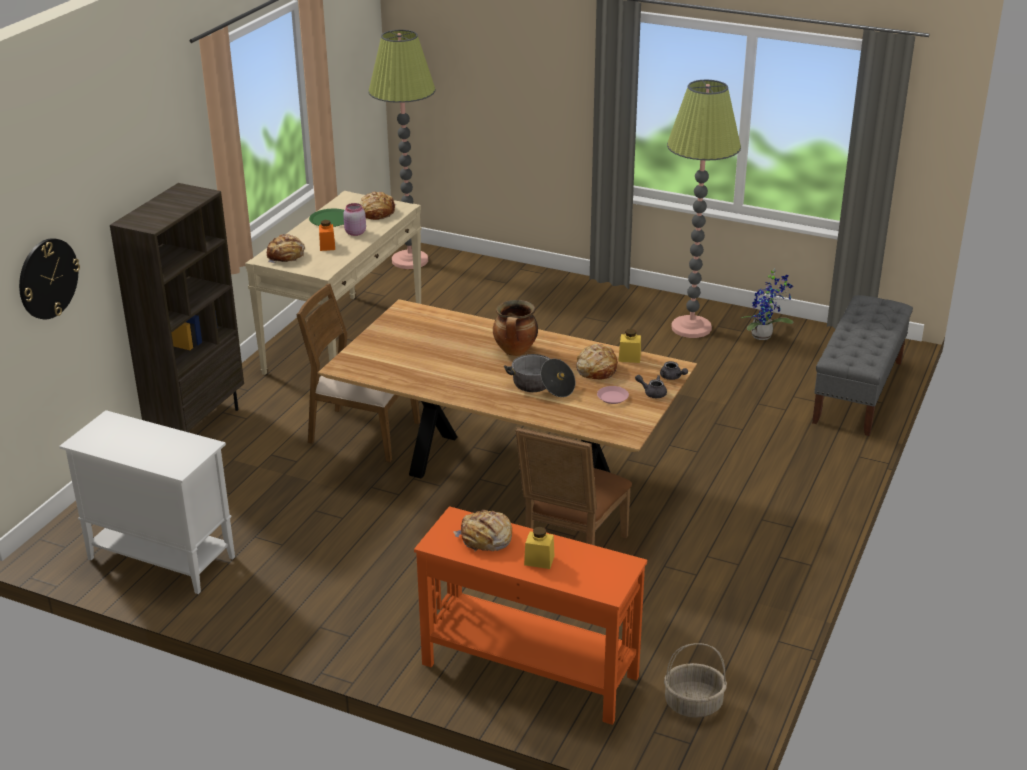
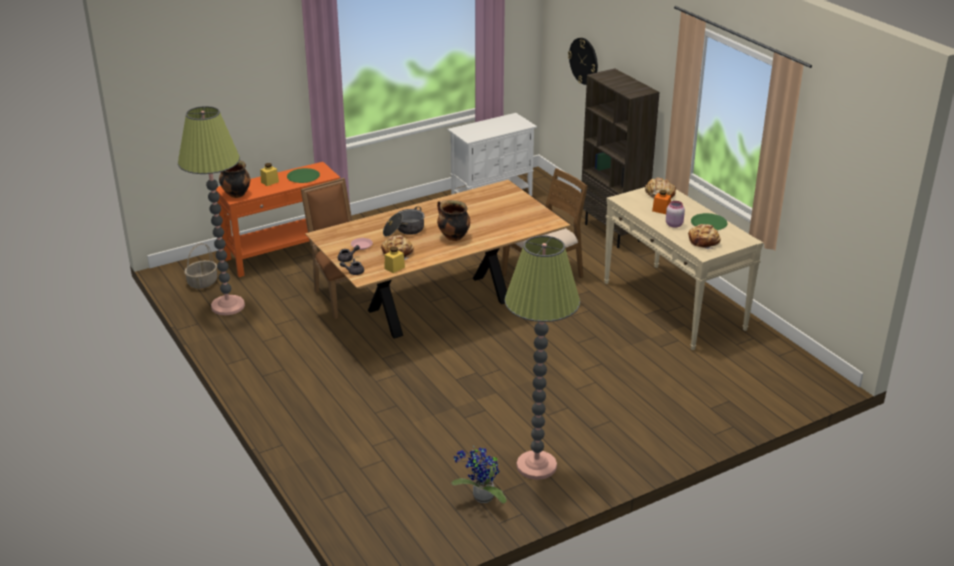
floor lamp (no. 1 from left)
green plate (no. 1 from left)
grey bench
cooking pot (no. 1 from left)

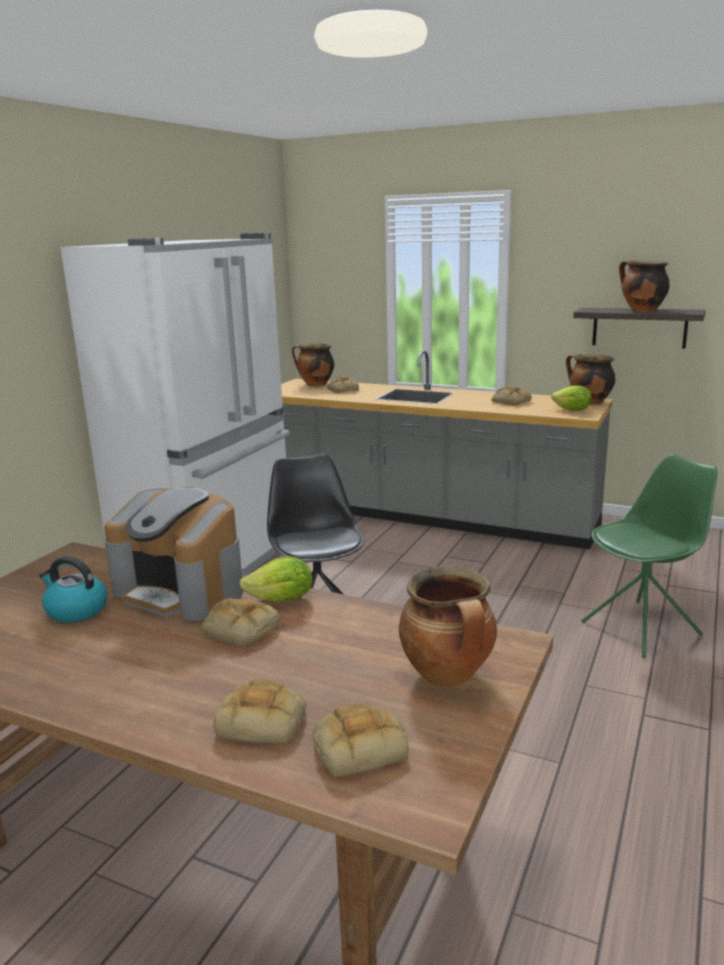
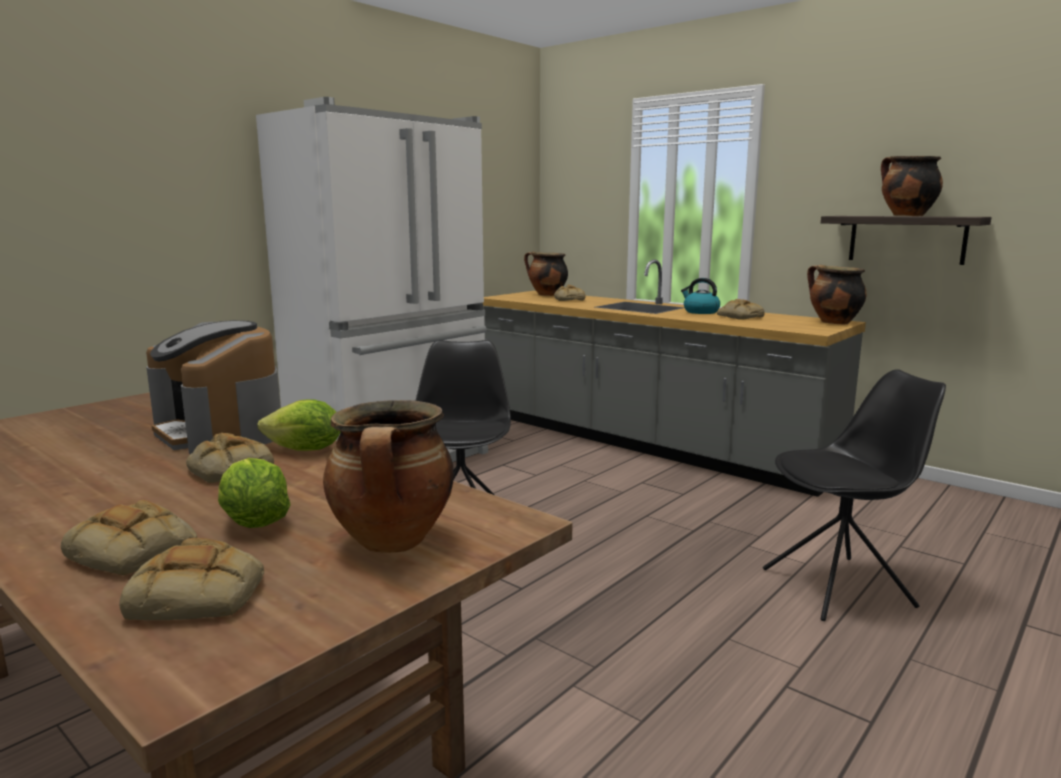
kettle
lettuce (no. 1 from left)
black chair (no. 2 from left)

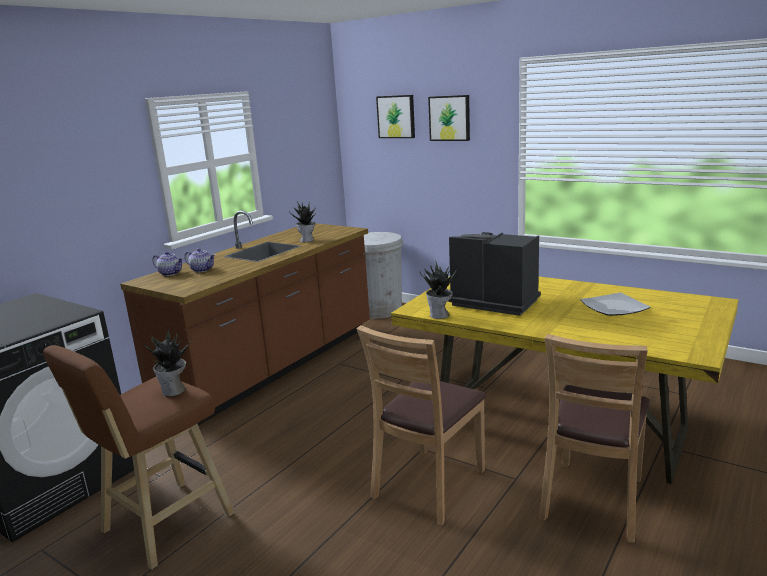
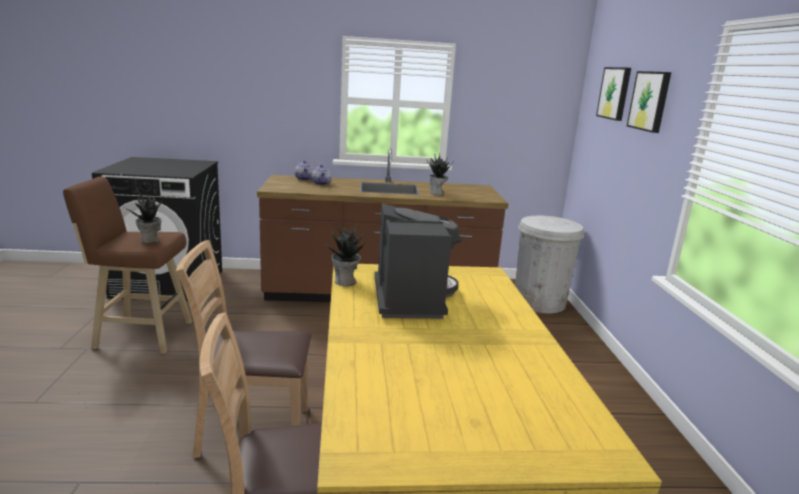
plate

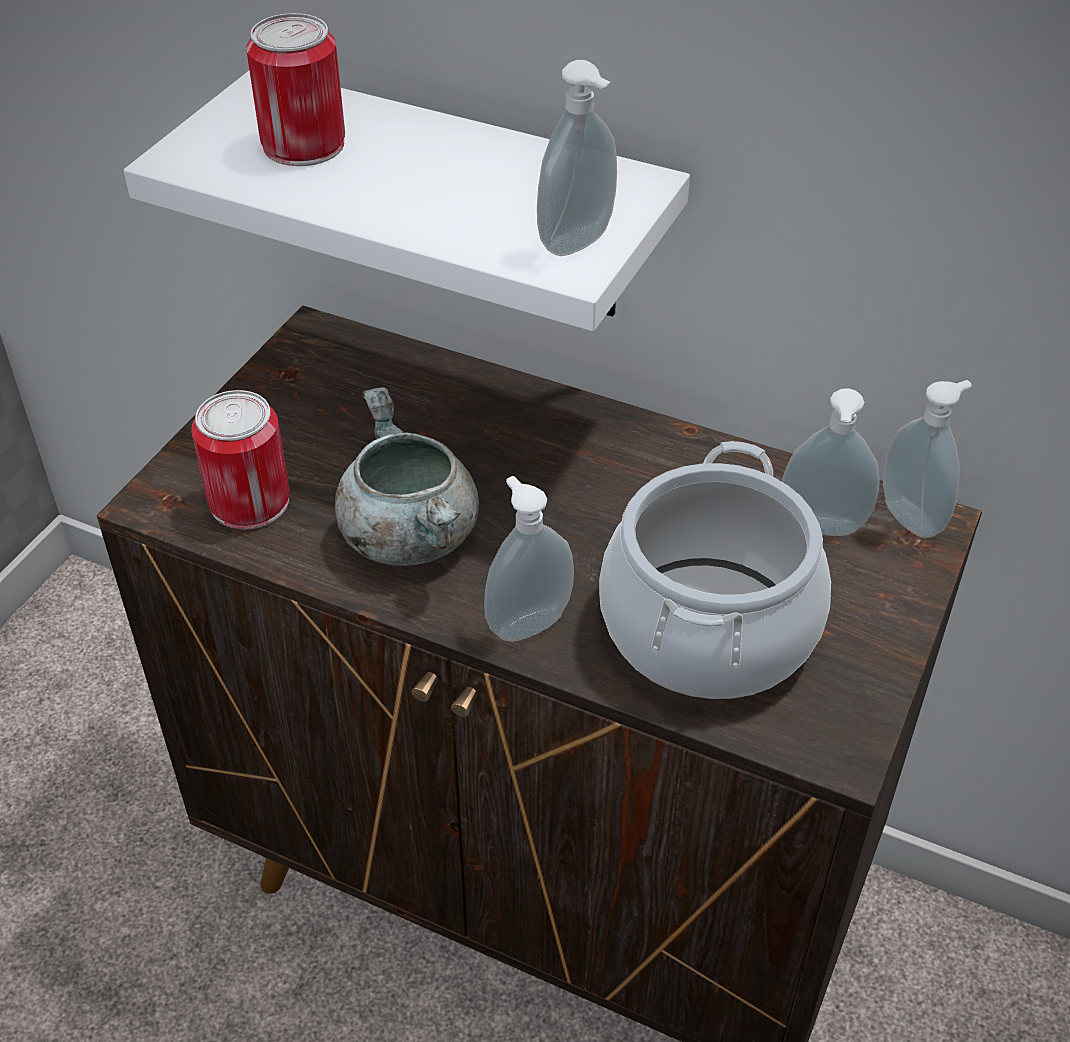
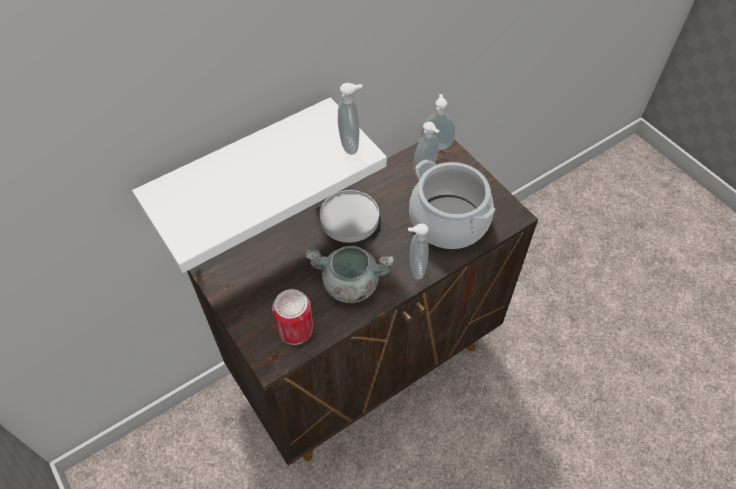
can (no. 2 from left in the first image)
white plate

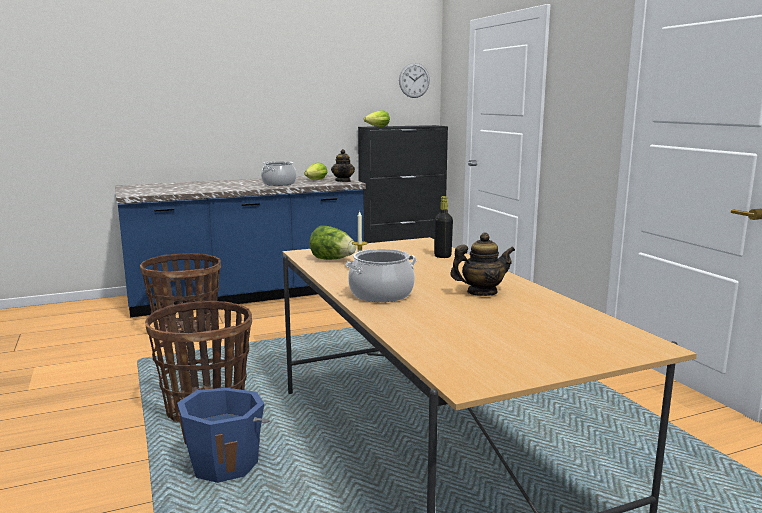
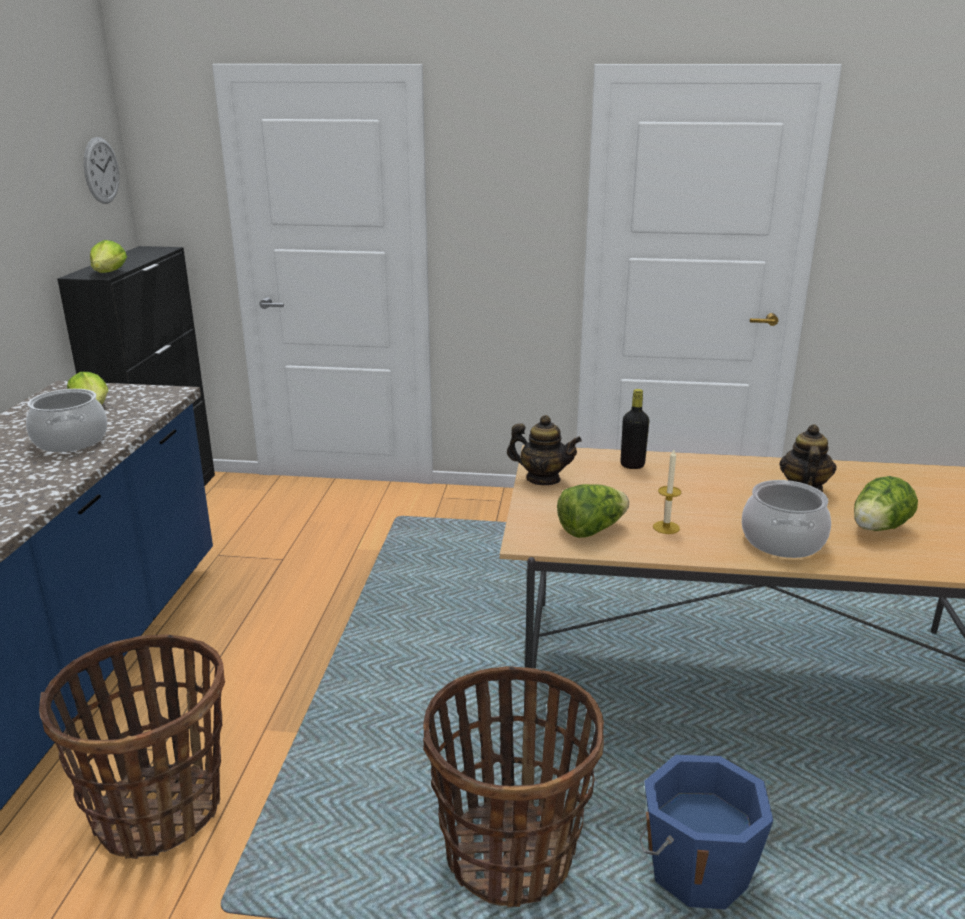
teapot (no. 1 from left)
lettuce (no. 4 from left)

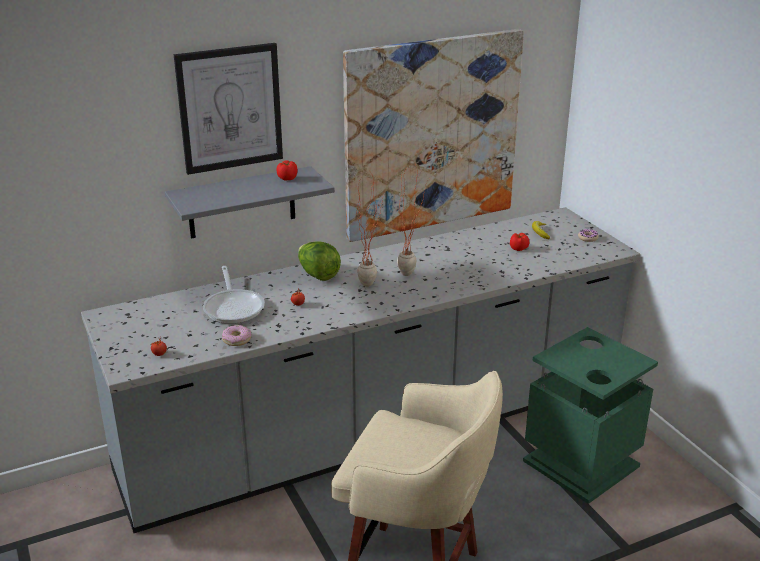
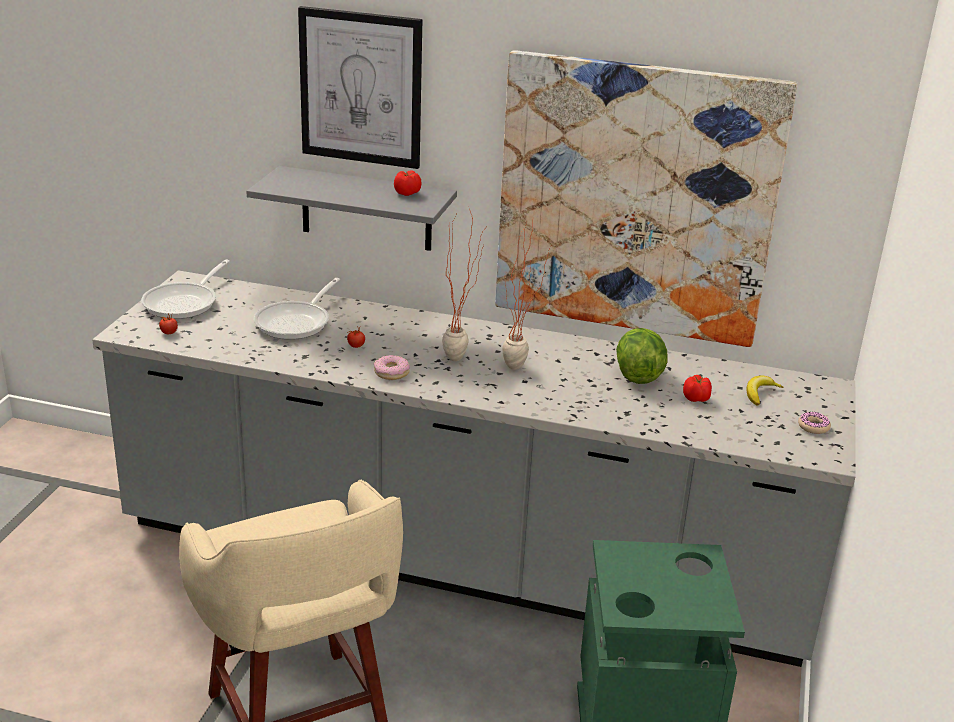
donut (no. 1 from left)
lettuce
frying pan (no. 1 from left)

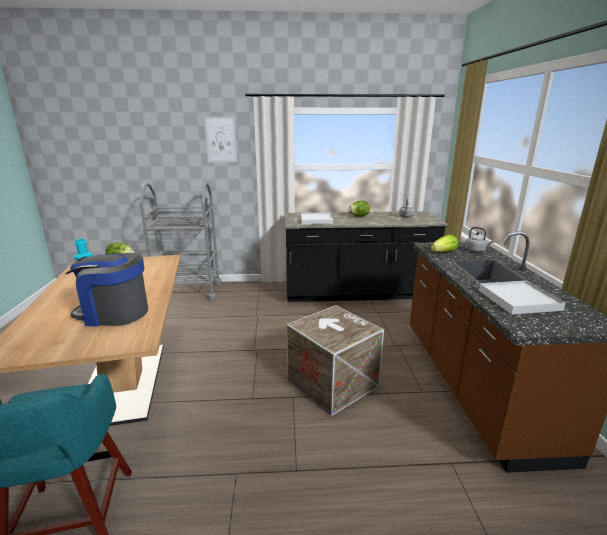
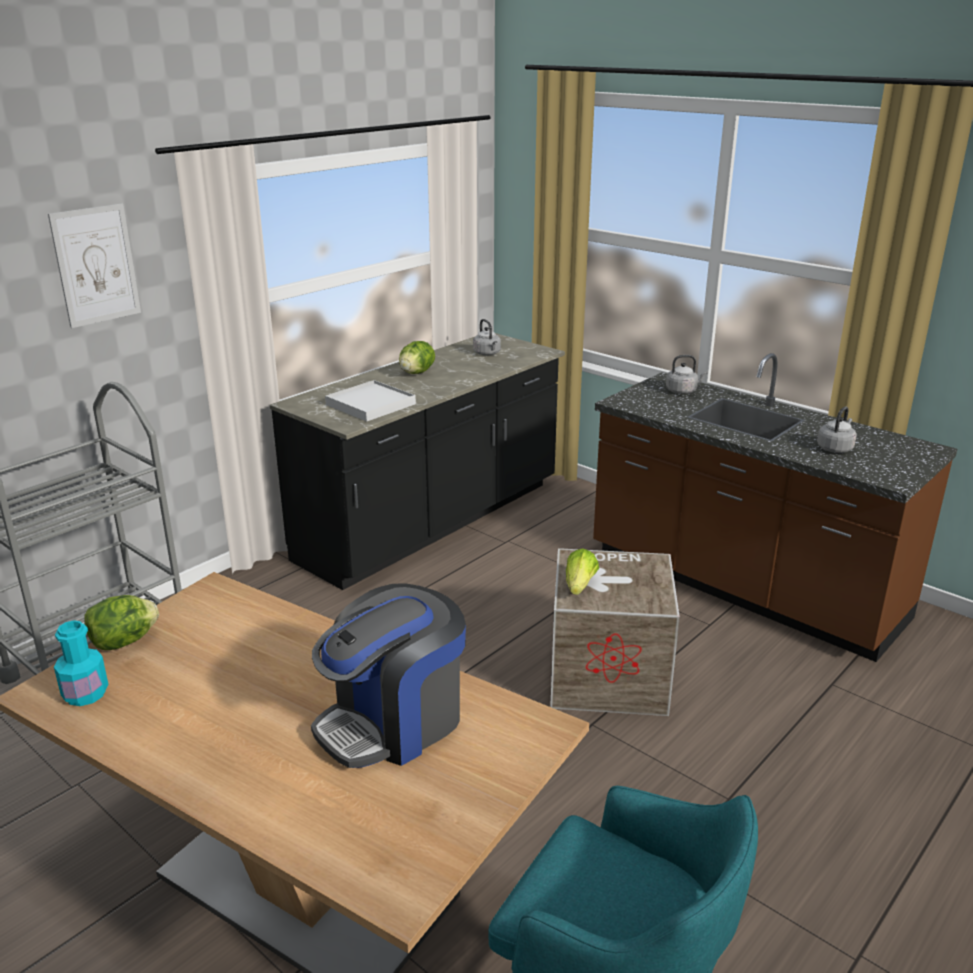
lettuce (no. 3 from left)
grey kettle (no. 3 from left)

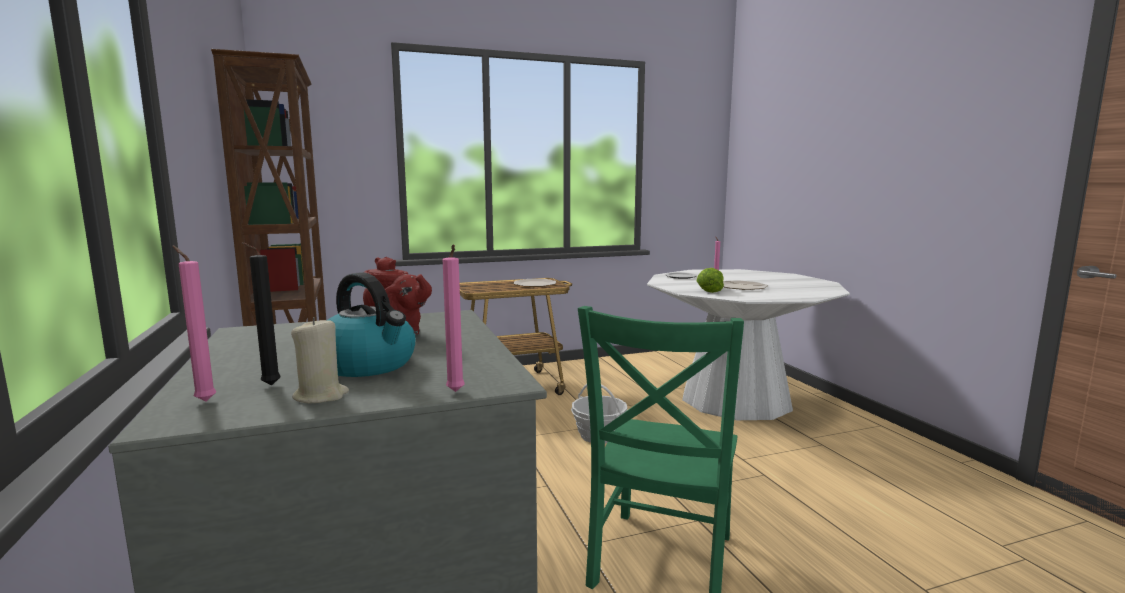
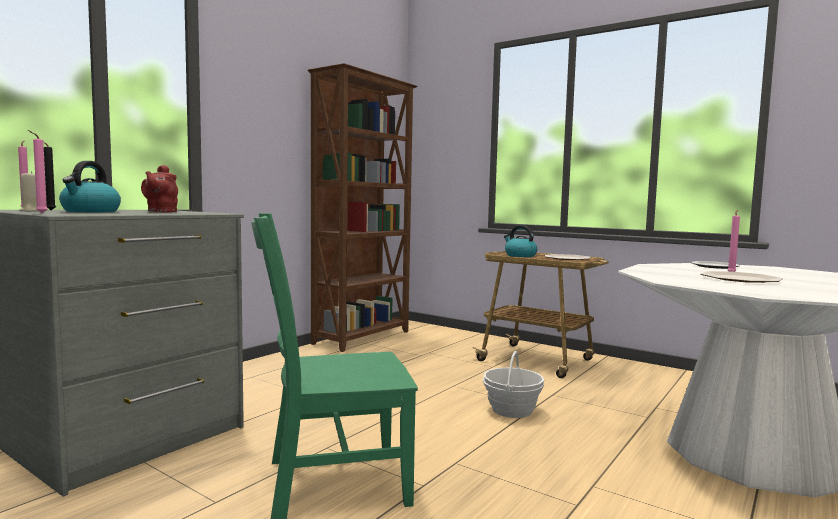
lettuce
kettle (no. 2 from left)

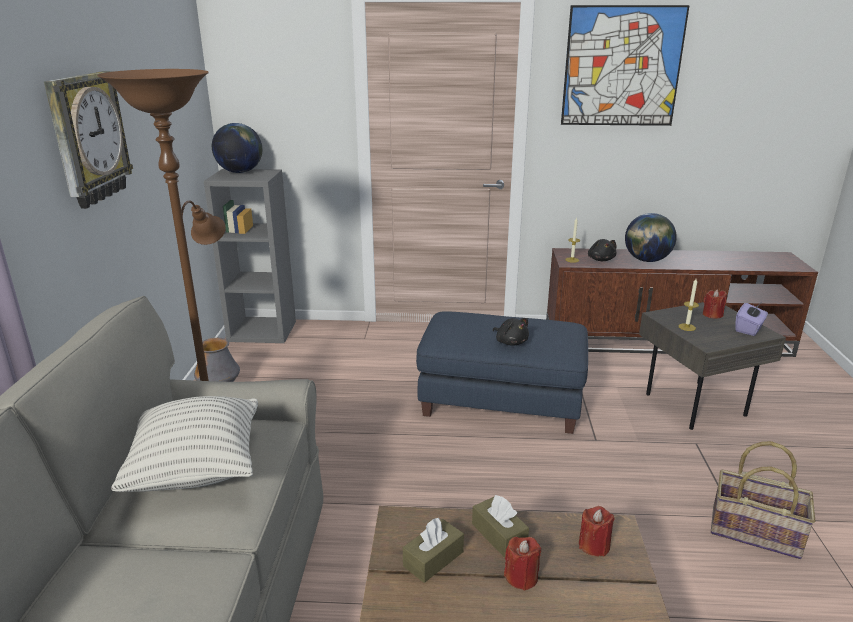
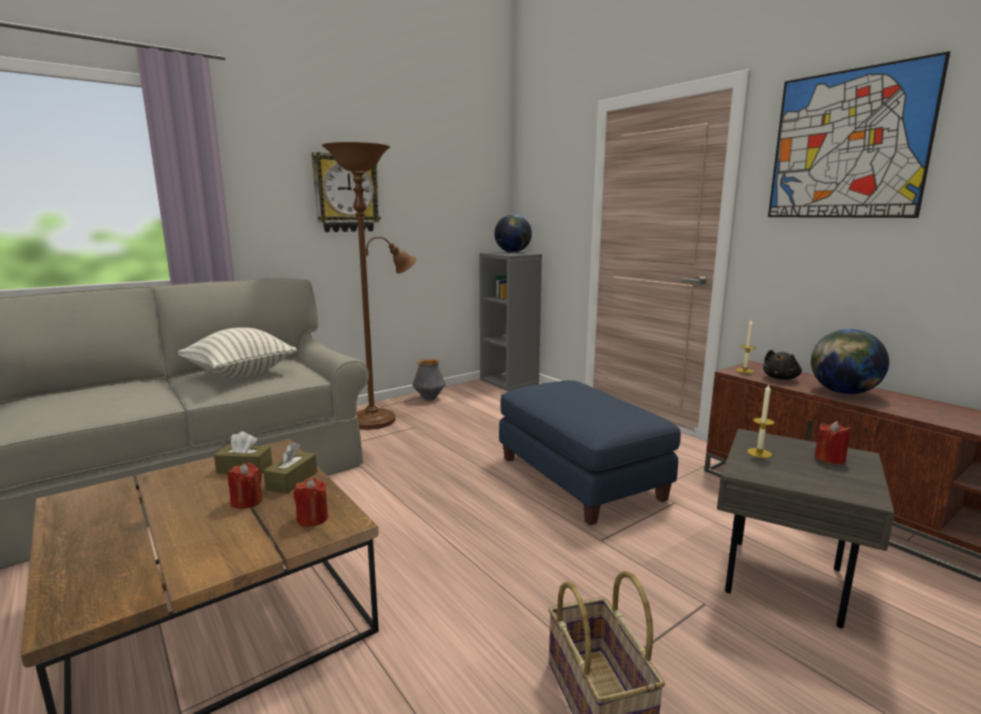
black plush toy (no. 1 from left in the first image)
purple tissue box

